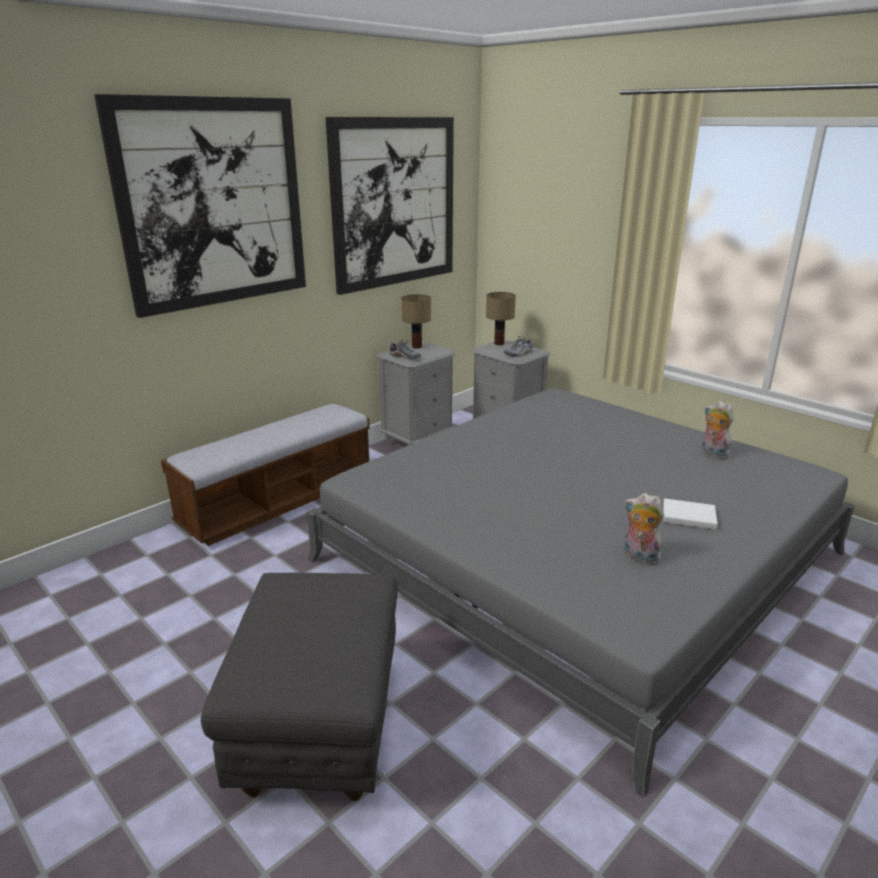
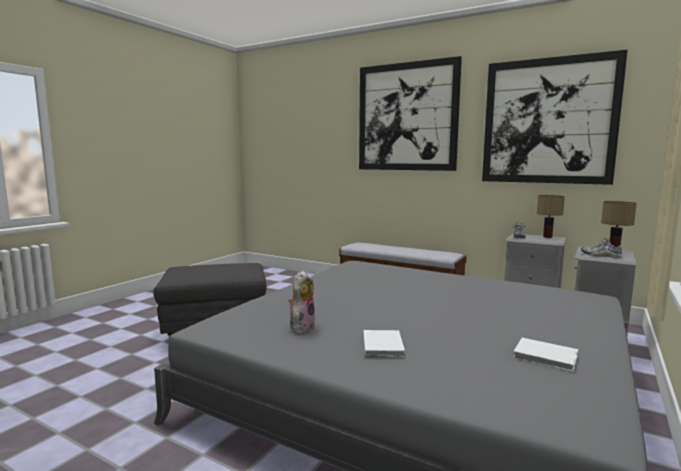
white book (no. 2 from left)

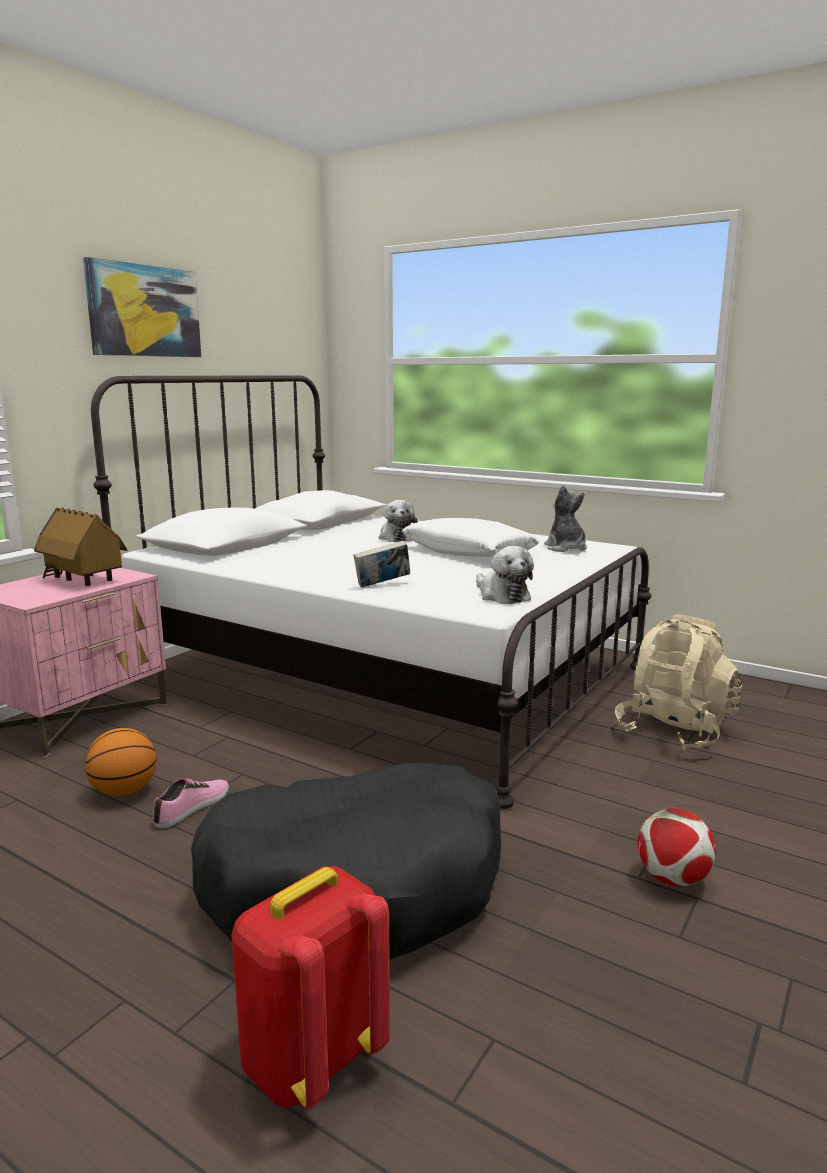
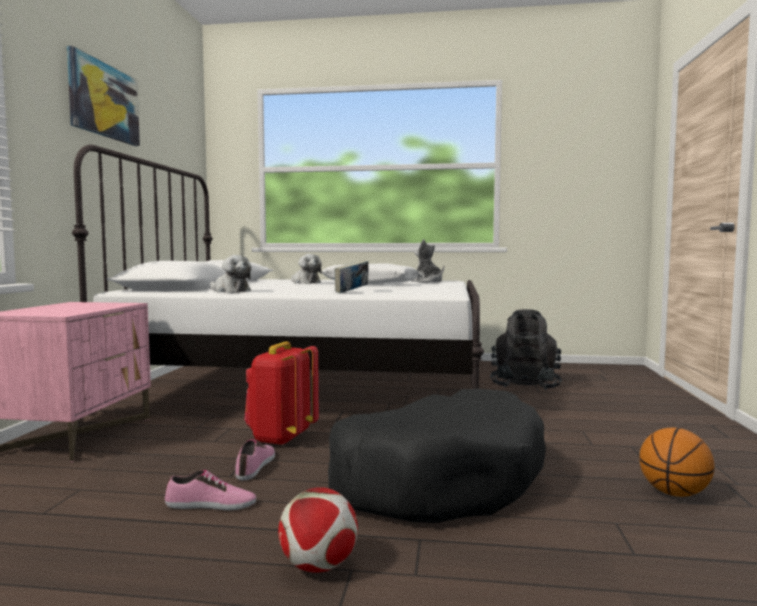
toy house
basketball
red backpack
plush toy (no. 1 from left)
black backpack
football
shoe (no. 1 from left)

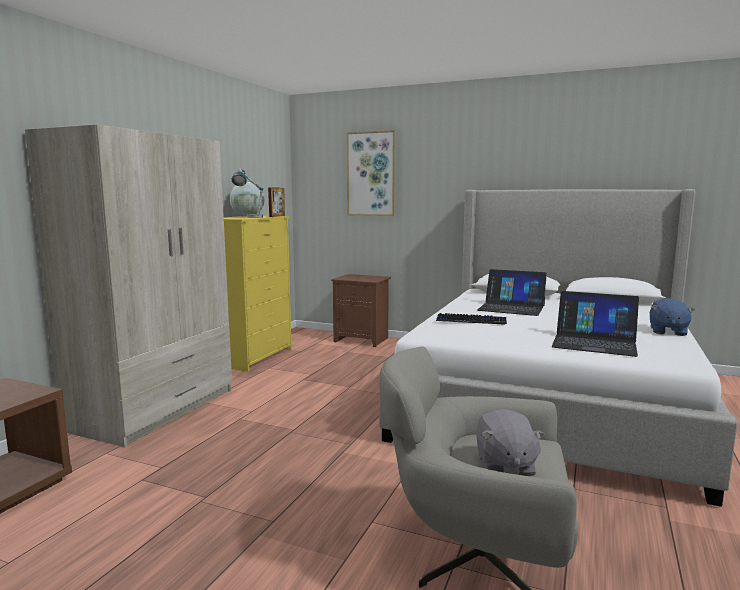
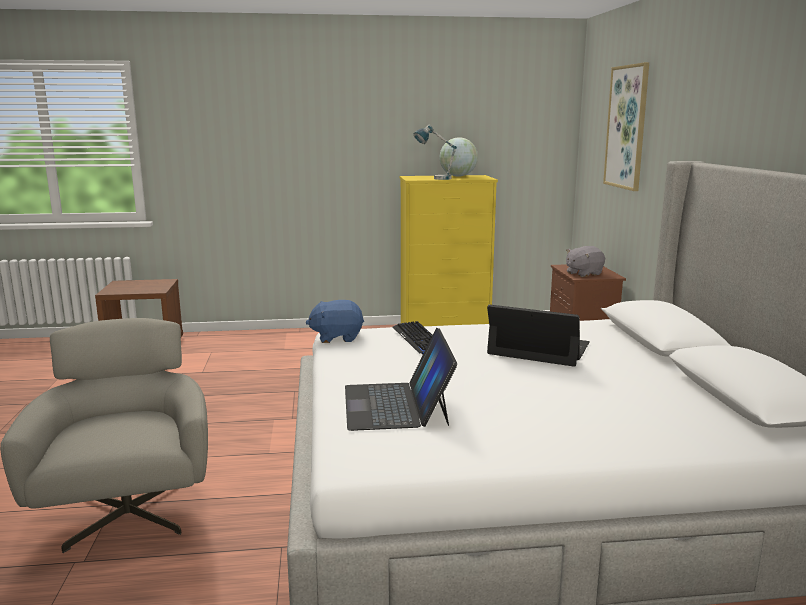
beige wardrobe
picture frame
grey plush toy
laptop (no. 2 from left)
blue plush toy

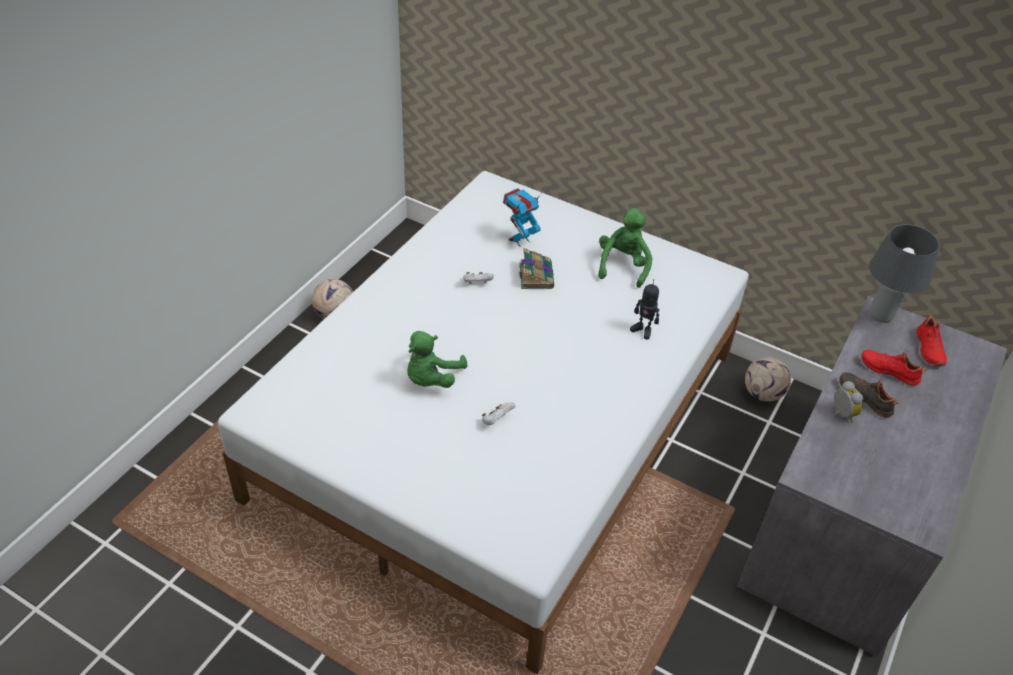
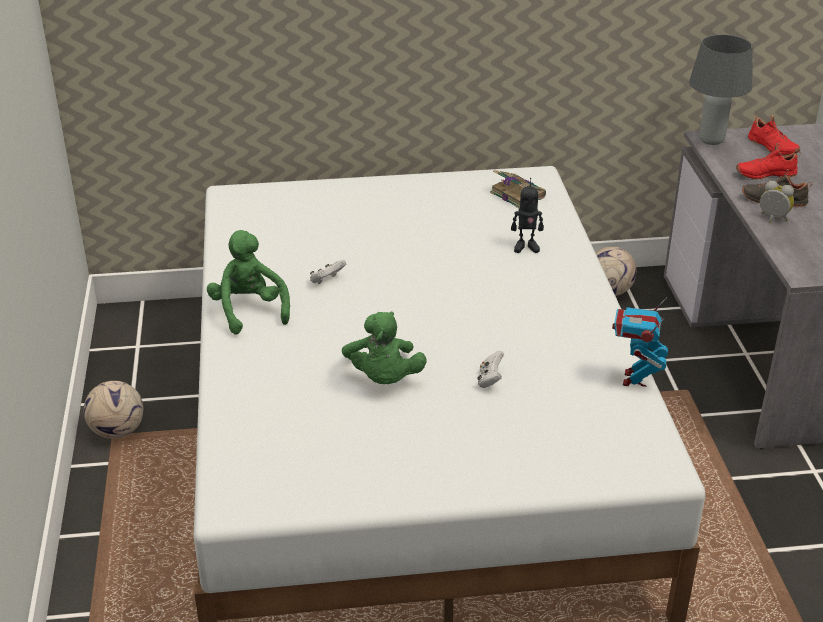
toy robot (no. 2 from left)
book
green plush toy (no. 1 from left)

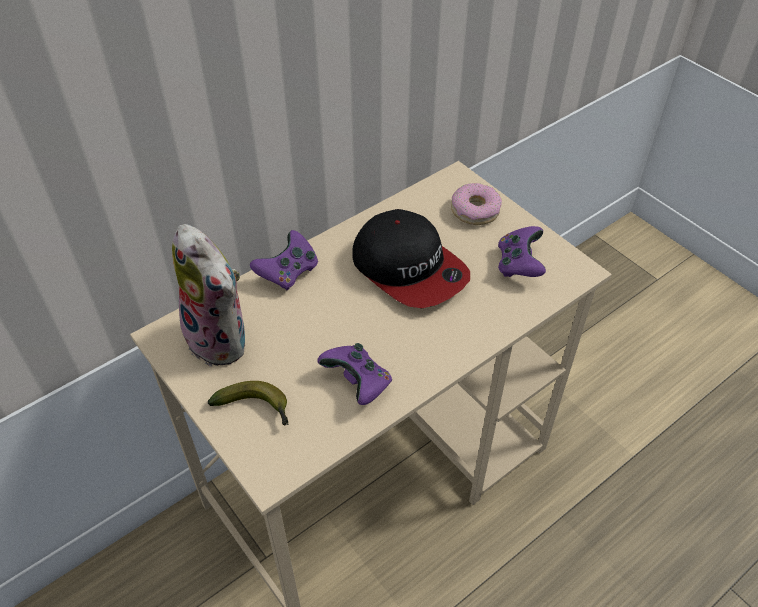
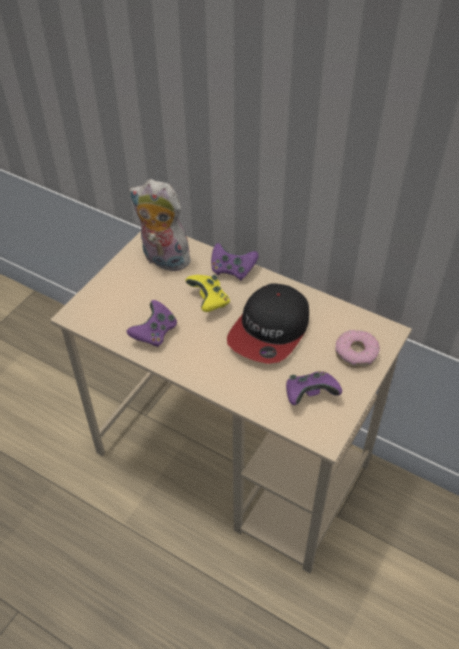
plush toy
banana
yellow game controller

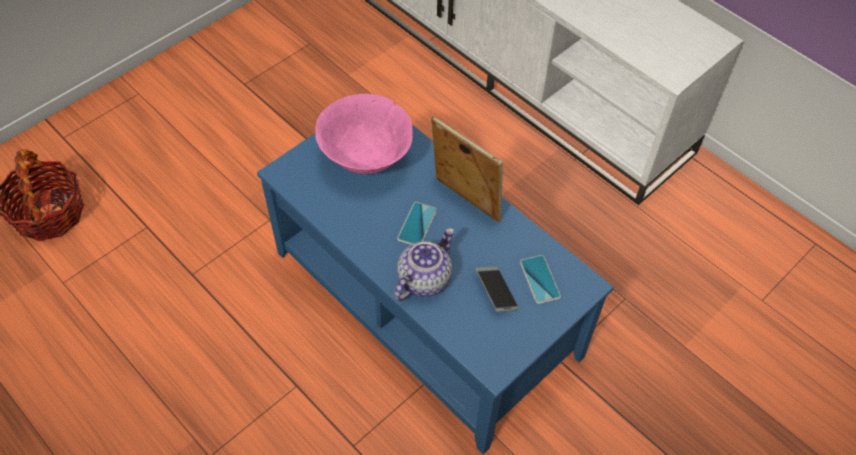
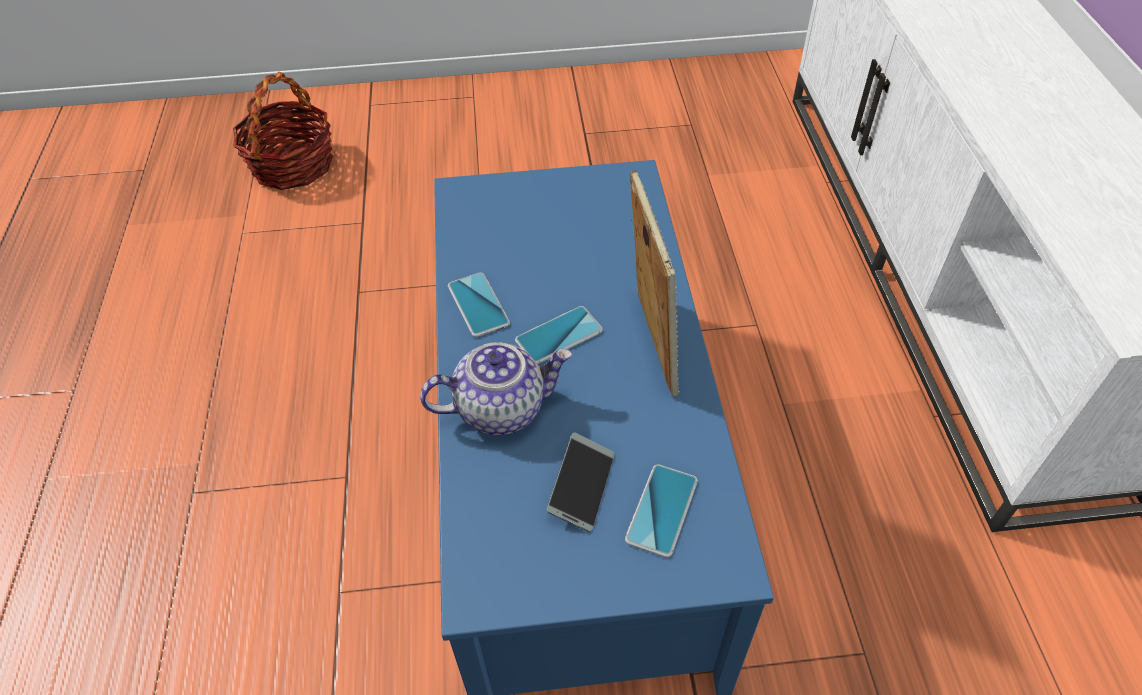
pink bowl
phone (no. 1 from left)

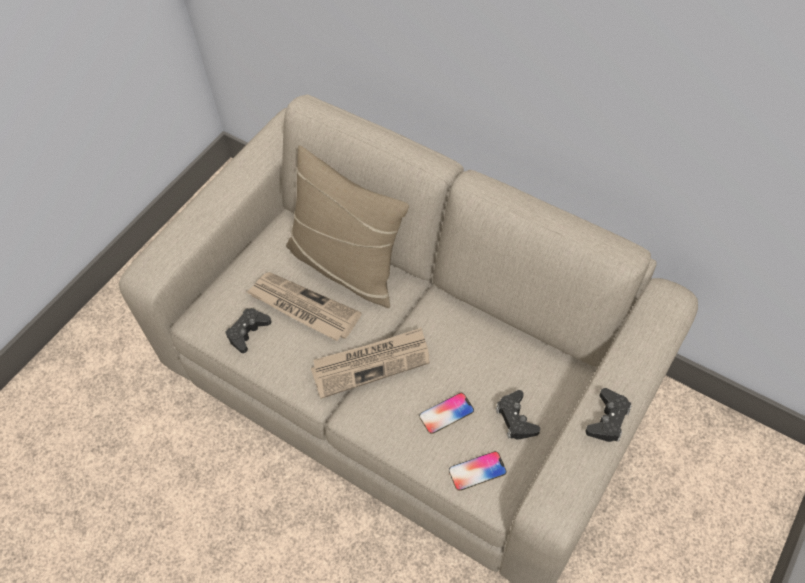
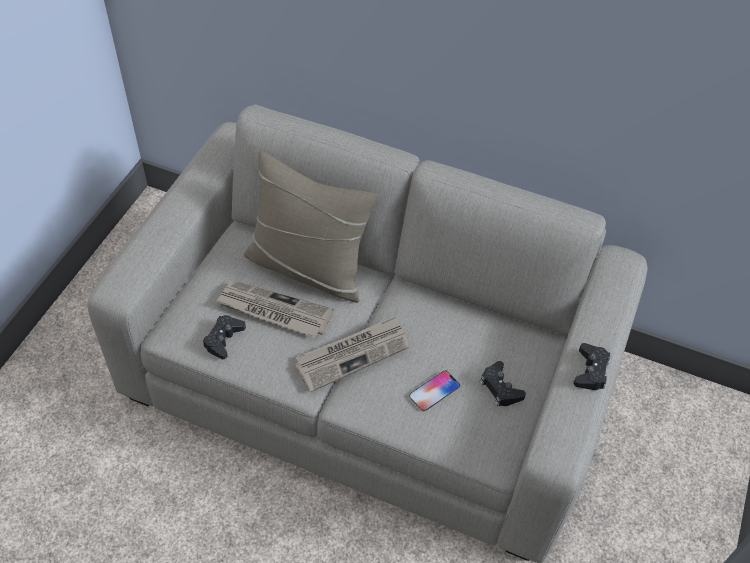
phone (no. 2 from left in the first image)

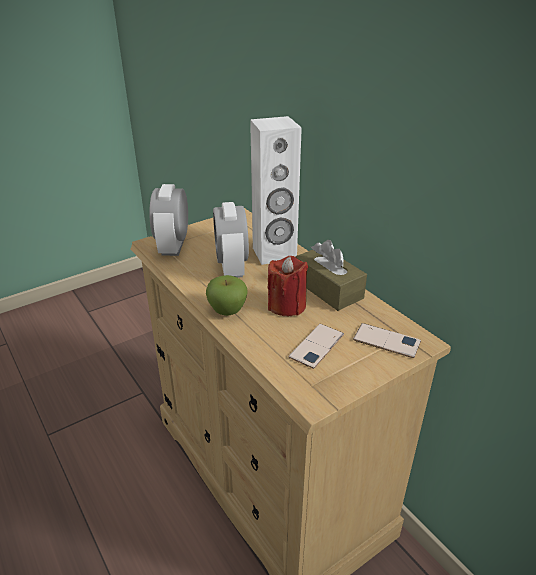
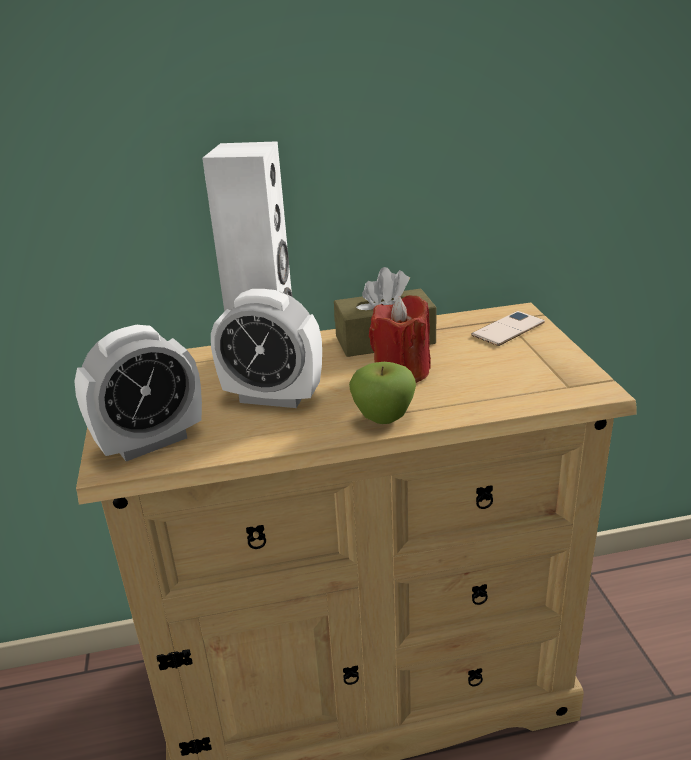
alarm clock (no. 1 from left)
phone (no. 1 from left in the first image)

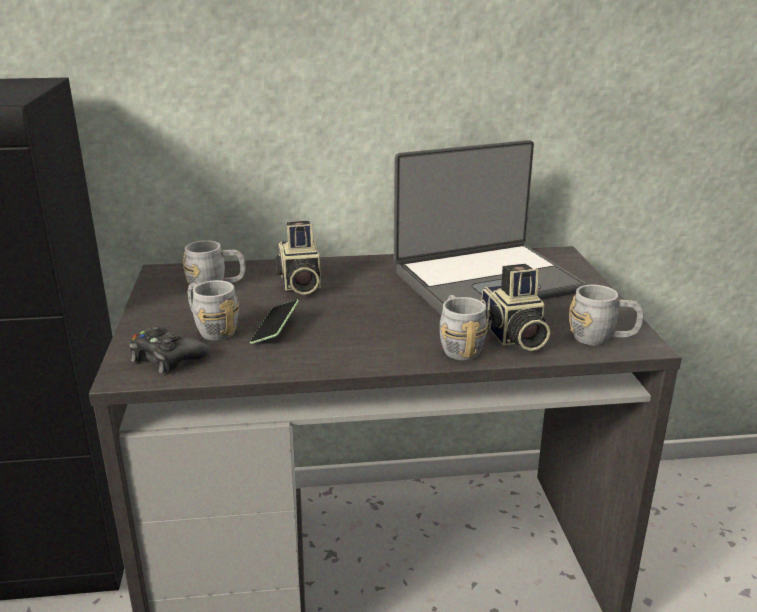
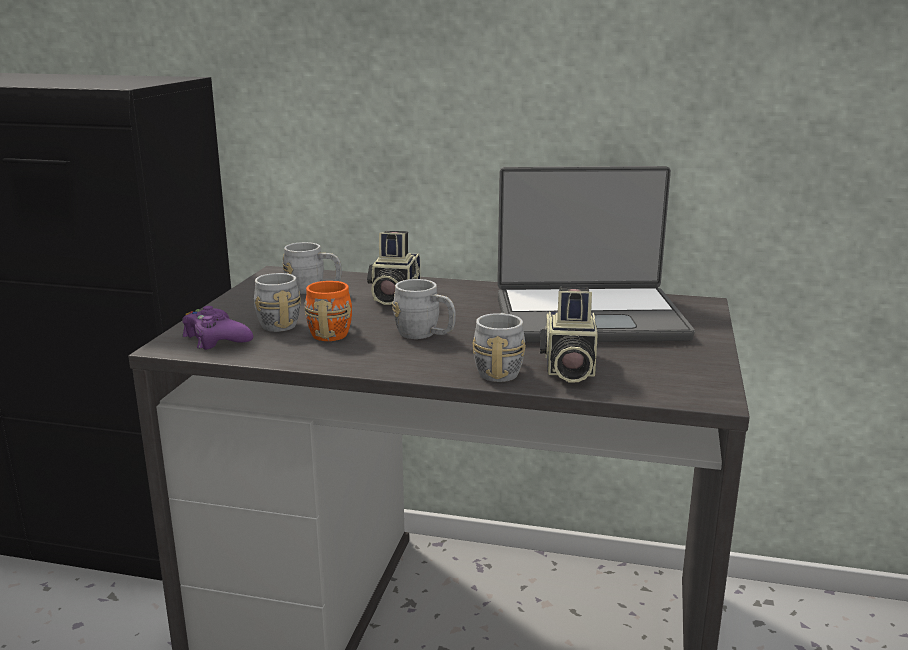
purple game controller
orange mug
grey mug (no. 3 from left)

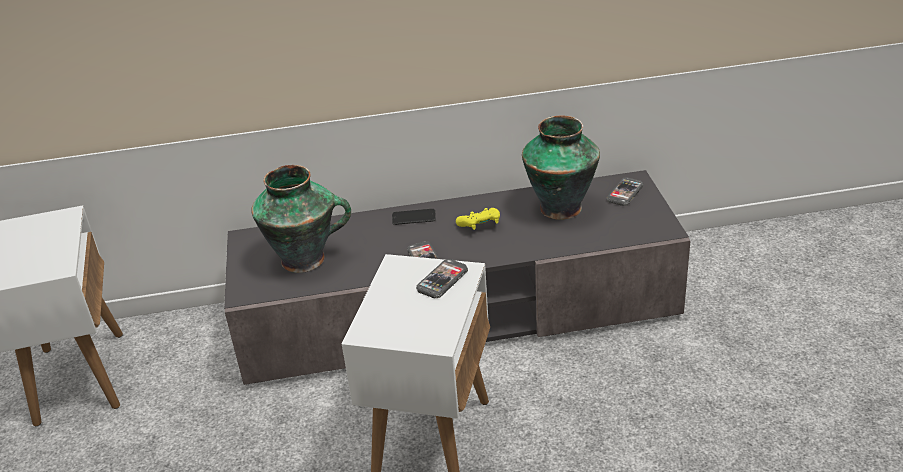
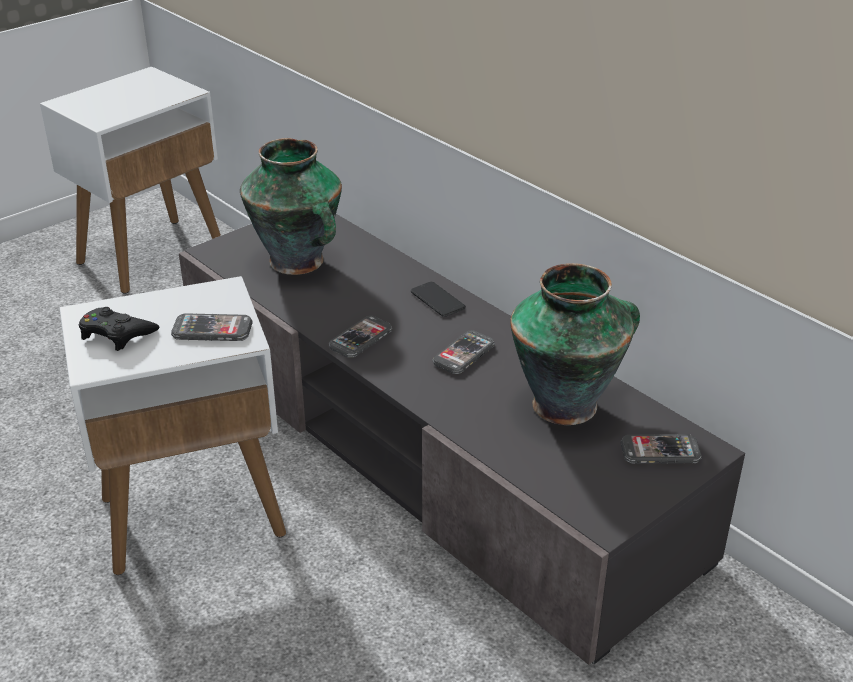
phone (no. 4 from left)
black game controller

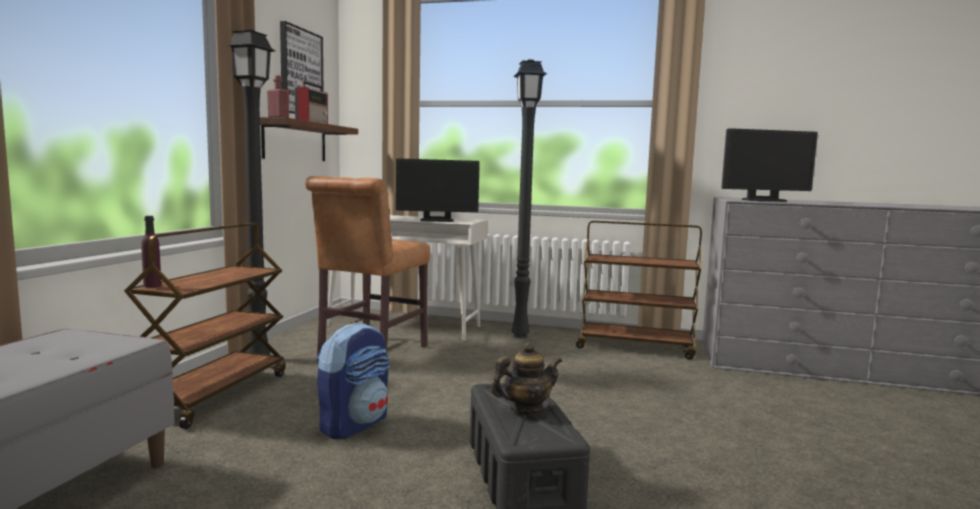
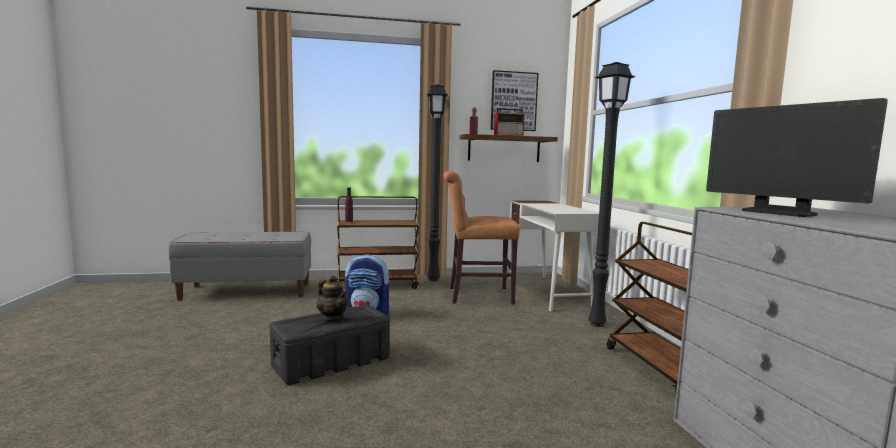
monitor (no. 1 from left in the first image)

